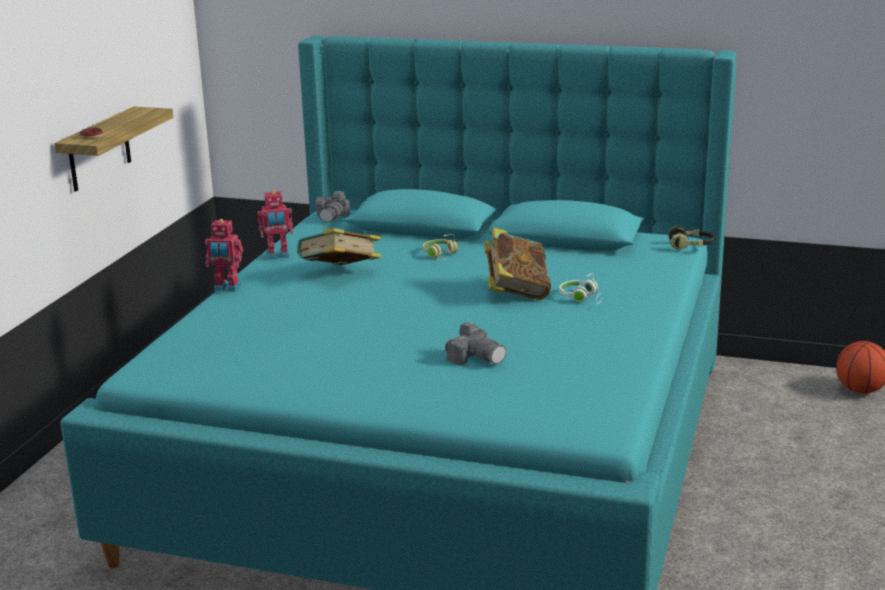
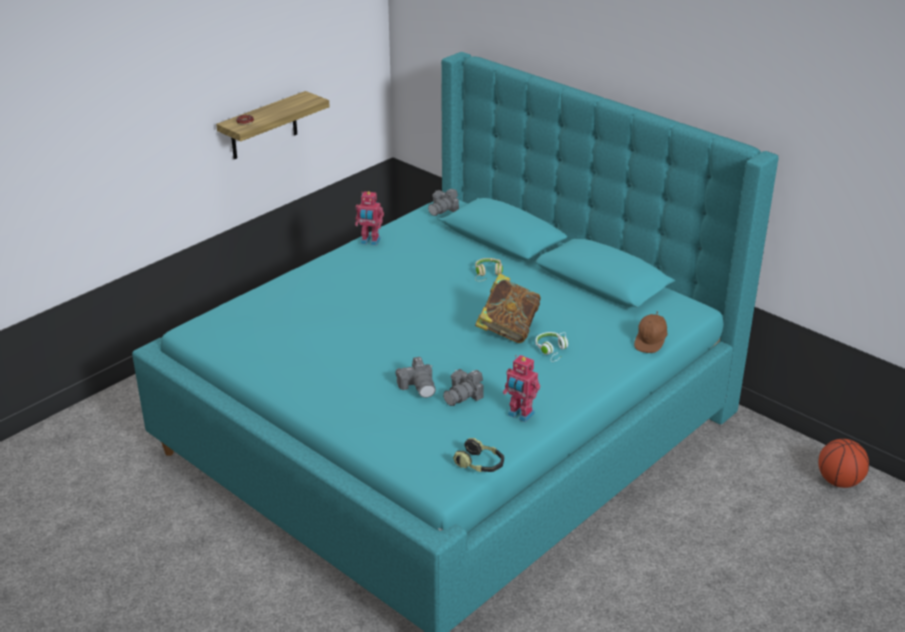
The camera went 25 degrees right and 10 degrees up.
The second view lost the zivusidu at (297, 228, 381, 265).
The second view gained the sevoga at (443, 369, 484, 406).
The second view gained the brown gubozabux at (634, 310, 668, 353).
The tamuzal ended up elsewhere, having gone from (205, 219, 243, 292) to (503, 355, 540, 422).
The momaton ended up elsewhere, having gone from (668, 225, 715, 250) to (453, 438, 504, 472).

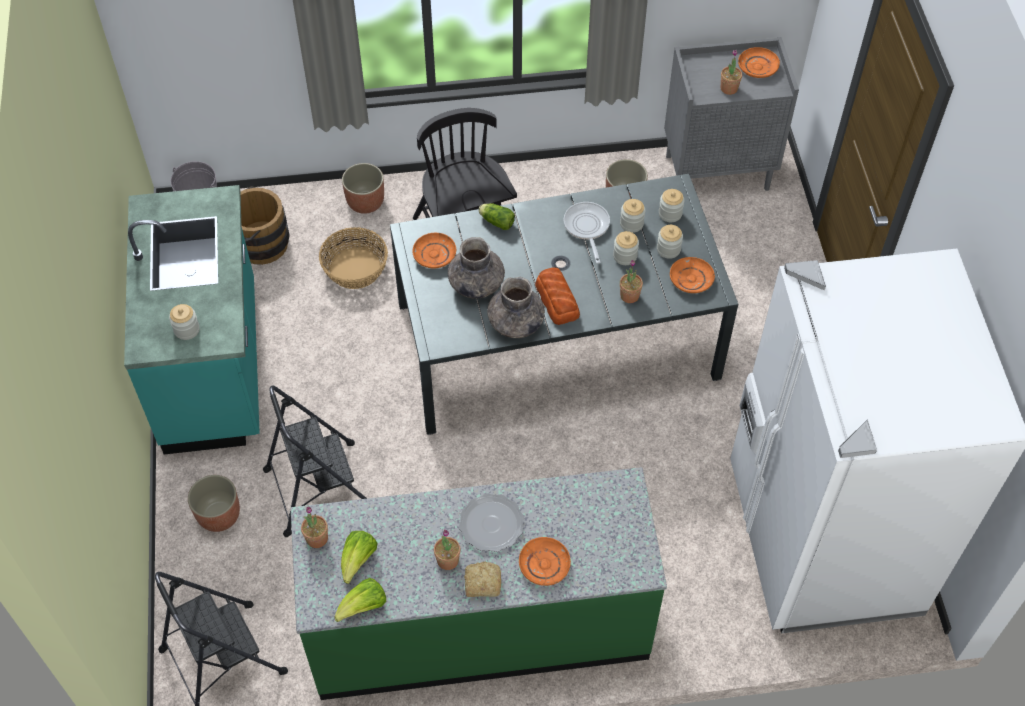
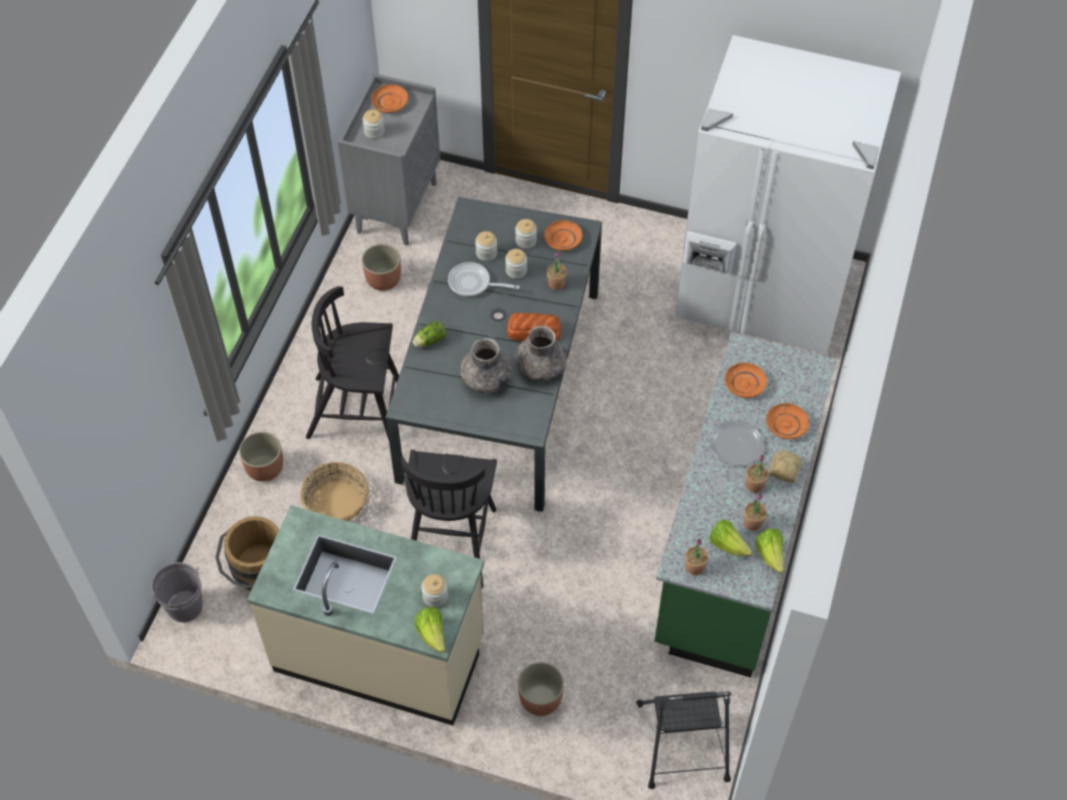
The camera went 65 degrees left and 0 degrees up.
The second view lost the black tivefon at (263, 385, 367, 537).
The second view gained the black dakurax at (401, 449, 497, 589).
The second view gained the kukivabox at (415, 607, 446, 653).
The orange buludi ended up elsewhere, having gone from (412, 233, 456, 268) to (725, 363, 767, 398).
The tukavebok ended up elsewhere, having gone from (659, 189, 685, 222) to (362, 110, 385, 139).
The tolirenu ended up elsewhere, having gone from (721, 50, 742, 95) to (744, 493, 767, 531).
What was the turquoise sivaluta at (124, 185, 260, 455) turned into the beige sivaluta at (247, 505, 484, 726).

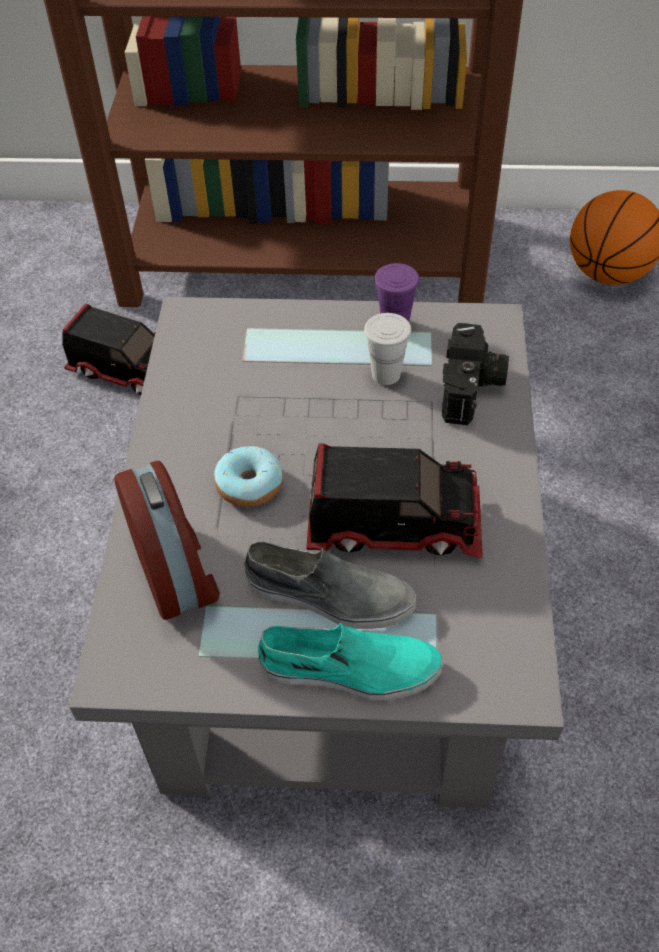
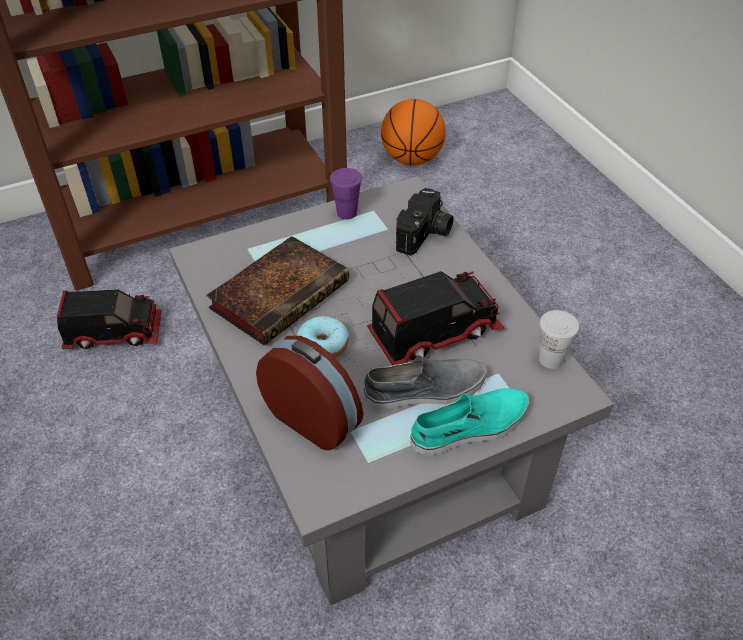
The camera went 30 degrees left and 5 degrees down.
The second view gained the zivusidu at (206, 236, 349, 346).
The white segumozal ended up elsewhere, having gone from (364, 313, 411, 385) to (539, 310, 579, 369).
The sevoga at (442, 323, 509, 425) ended up facing another way, 45 degrees clockwise from before.

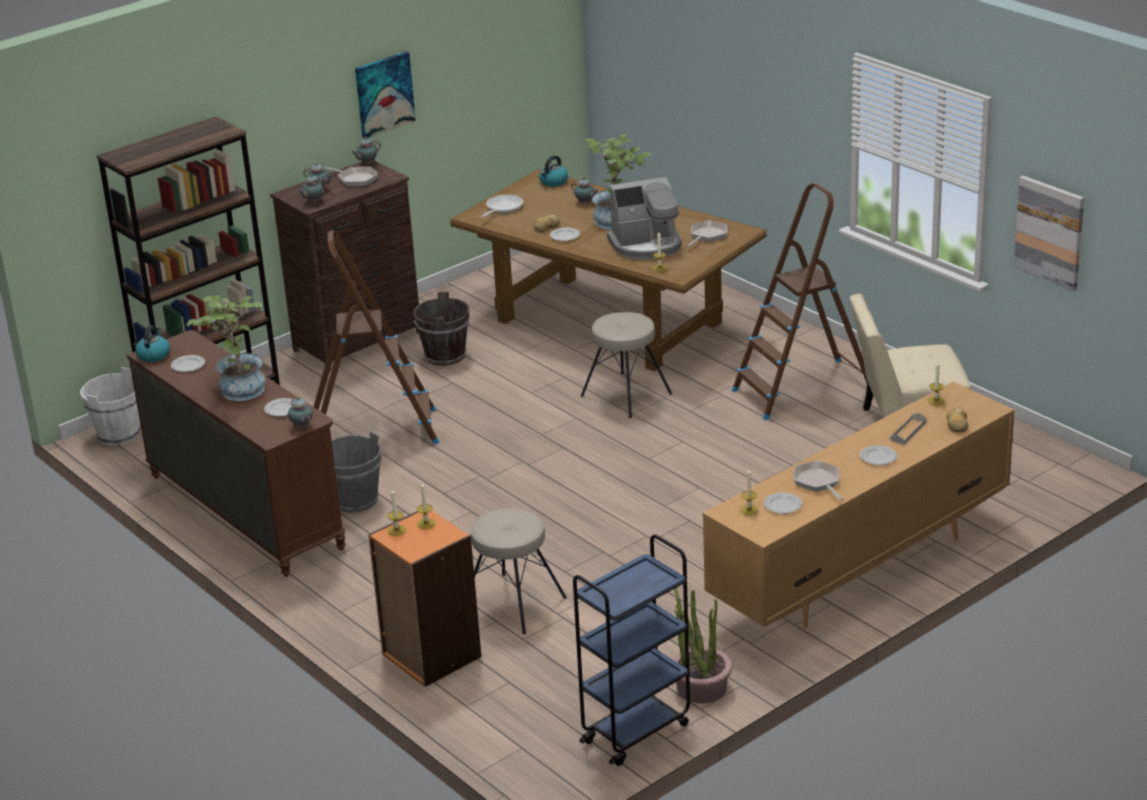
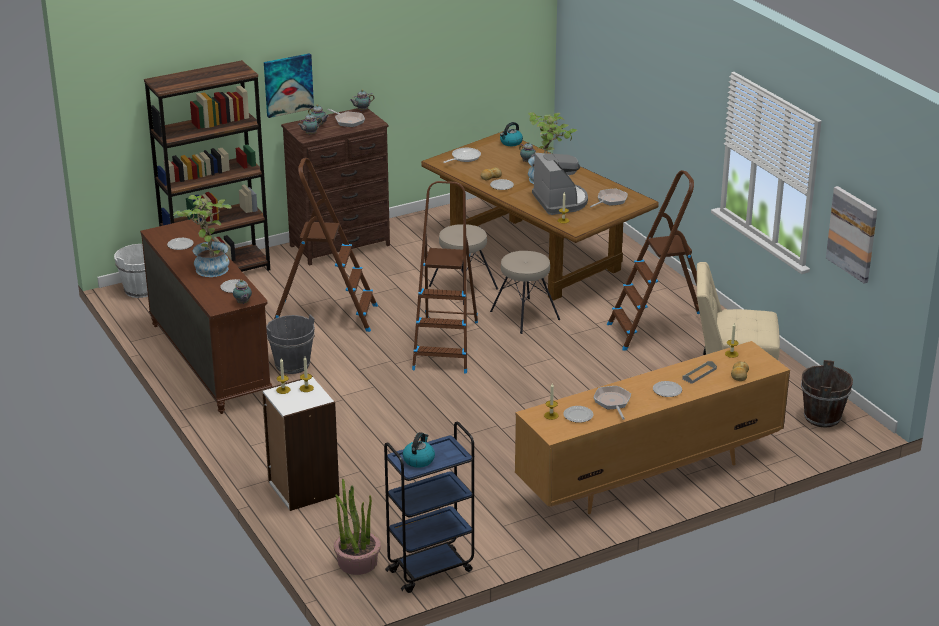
The camera went 10 degrees right and 0 degrees up.
The second view gained the brown tivefon at (412, 181, 478, 374).
The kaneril ended up elsewhere, having gone from (135, 325, 170, 362) to (403, 432, 435, 468).
The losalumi ended up elsewhere, having gone from (355, 51, 416, 138) to (264, 53, 314, 118).
The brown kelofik ended up elsewhere, having gone from (413, 292, 470, 366) to (801, 360, 853, 428).
The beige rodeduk ended up elsewhere, having gone from (471, 508, 567, 634) to (429, 224, 498, 305).
The tolirenu ended up elsewhere, having gone from (674, 588, 732, 703) to (334, 479, 381, 575).
What was the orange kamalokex at (368, 511, 481, 687) turned into the white kamalokex at (262, 376, 340, 511).
The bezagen at (607, 177, 682, 259) ended up facing another way, 105 degrees counterclockwise from before.

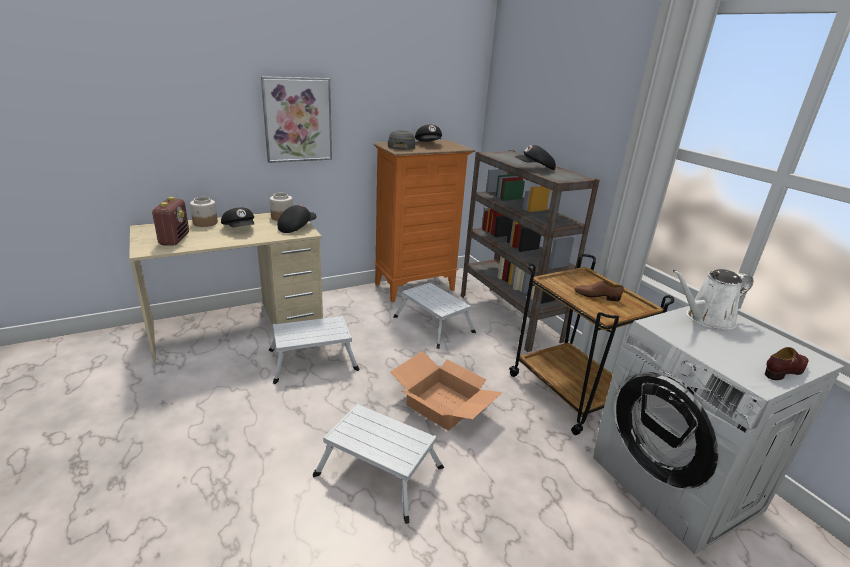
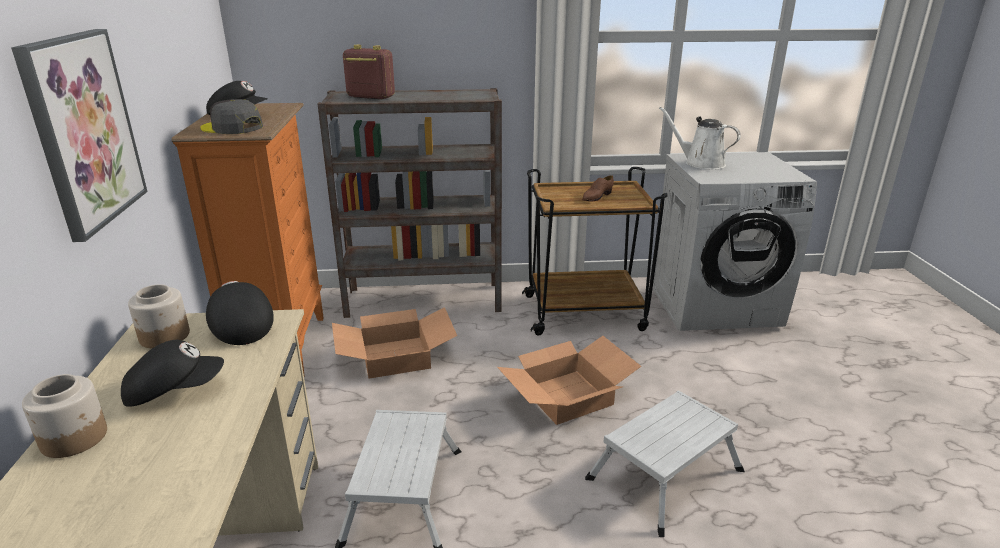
The camera went 65 degrees left and 0 degrees up.
The second view lost the black gubozabux at (515, 145, 556, 170).
The second view lost the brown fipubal at (765, 347, 808, 380).
The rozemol ended up elsewhere, having gone from (151, 197, 189, 246) to (343, 45, 395, 99).
Where the white tivefon stood at (393, 282, 476, 349), the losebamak came to stand at (332, 307, 457, 379).
The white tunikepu at (672, 269, 753, 330) ended up facing another way, 120 degrees clockwise from before.

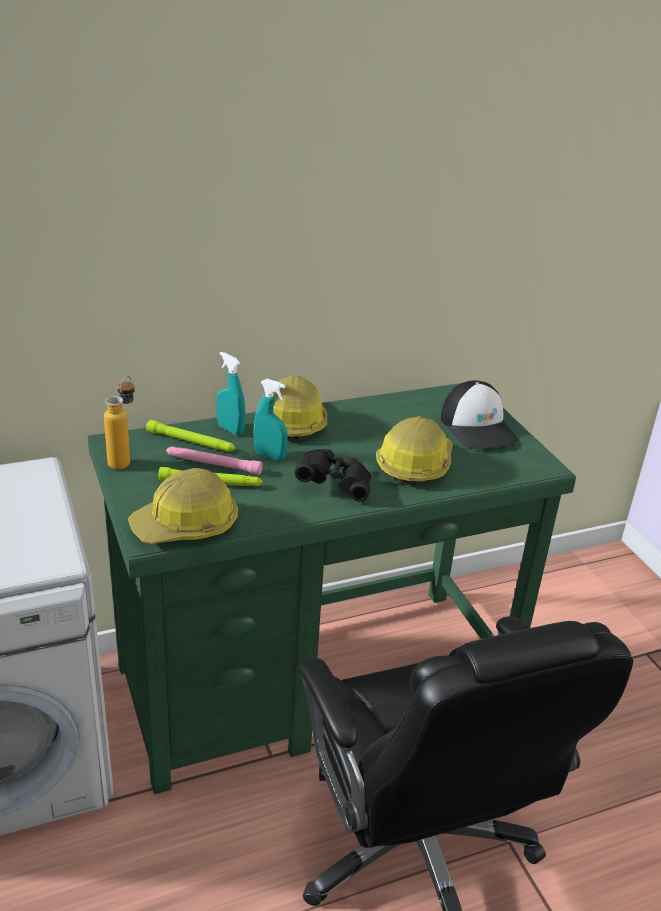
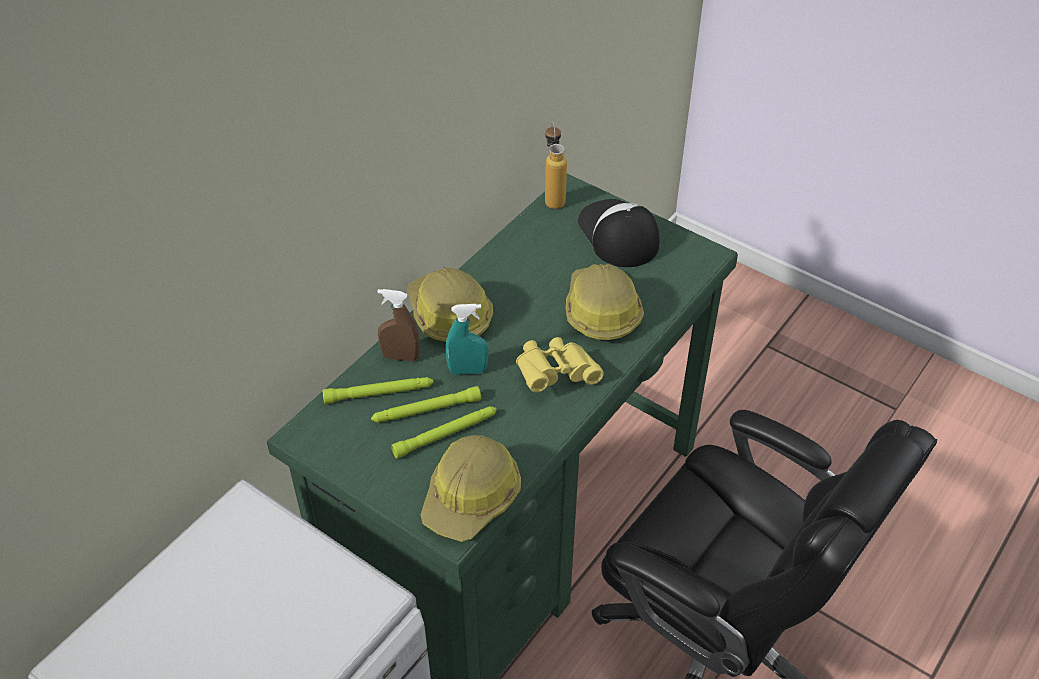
The camera went 30 degrees left and 15 degrees up.
The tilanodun ended up elsewhere, having gone from (104, 376, 135, 470) to (545, 122, 567, 209).
What was the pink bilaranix at (166, 447, 263, 475) turned into the green bilaranix at (371, 386, 481, 423).
What was the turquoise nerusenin at (216, 352, 245, 435) turned into the brown nerusenin at (377, 289, 420, 362).
What was the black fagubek at (294, 449, 371, 502) turned into the yellow fagubek at (516, 337, 604, 392).
The gubozabux at (441, 380, 519, 449) ended up facing another way, 150 degrees counterclockwise from before.

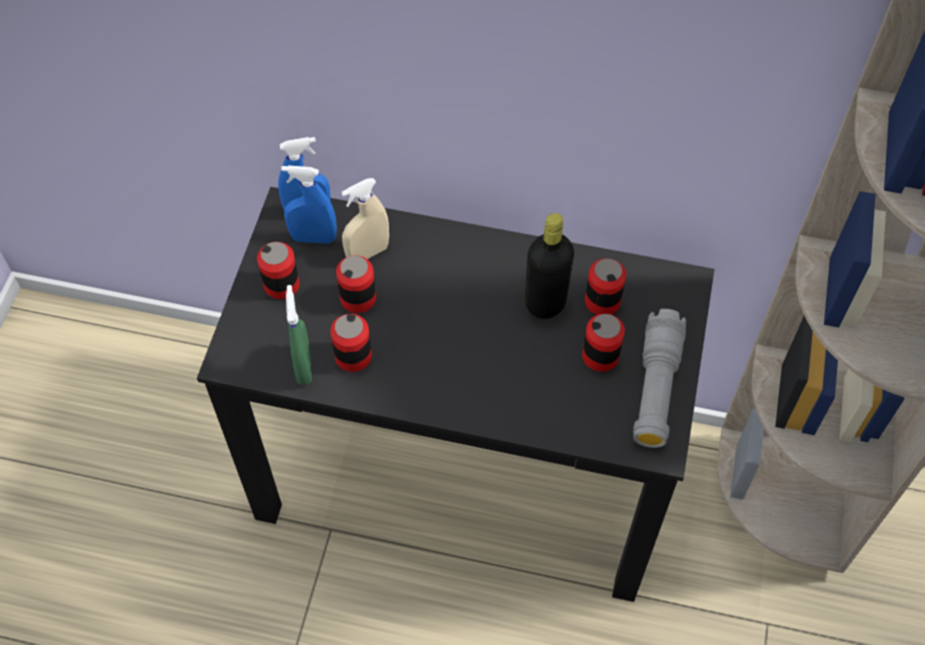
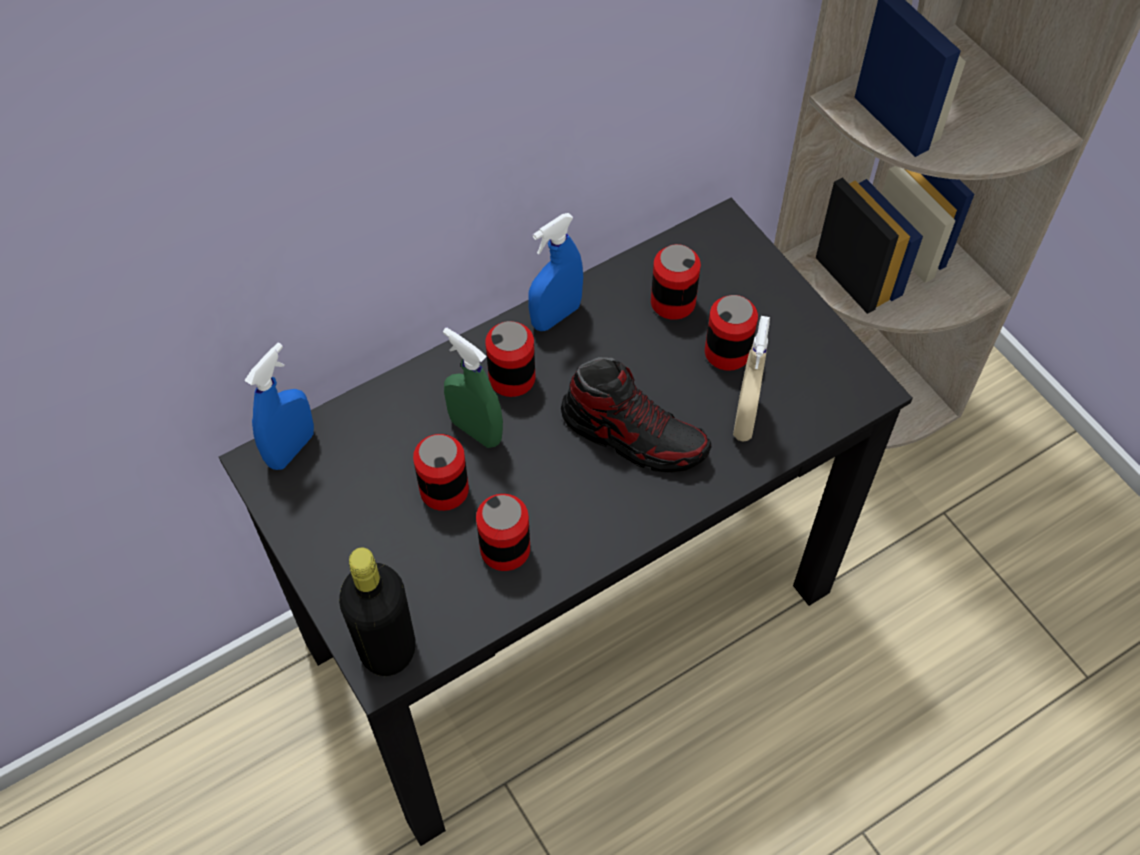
The camera went 45 degrees left and 0 degrees up.
The second view lost the grey bilaranix at (633, 309, 686, 448).
The second view gained the fipubal at (561, 357, 711, 473).
The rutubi ended up elsewhere, having gone from (257, 242, 300, 299) to (485, 321, 535, 397).
The blue nerusenin ended up elsewhere, having gone from (281, 166, 337, 244) to (528, 213, 583, 331).
The green nerusenin ended up elsewhere, having gone from (286, 285, 312, 385) to (443, 328, 503, 448).
The beige nerusenin ended up elsewhere, having gone from (342, 178, 389, 259) to (733, 316, 770, 441).
The black tilanodun ended up elsewhere, having gone from (525, 213, 574, 319) to (339, 548, 416, 676).

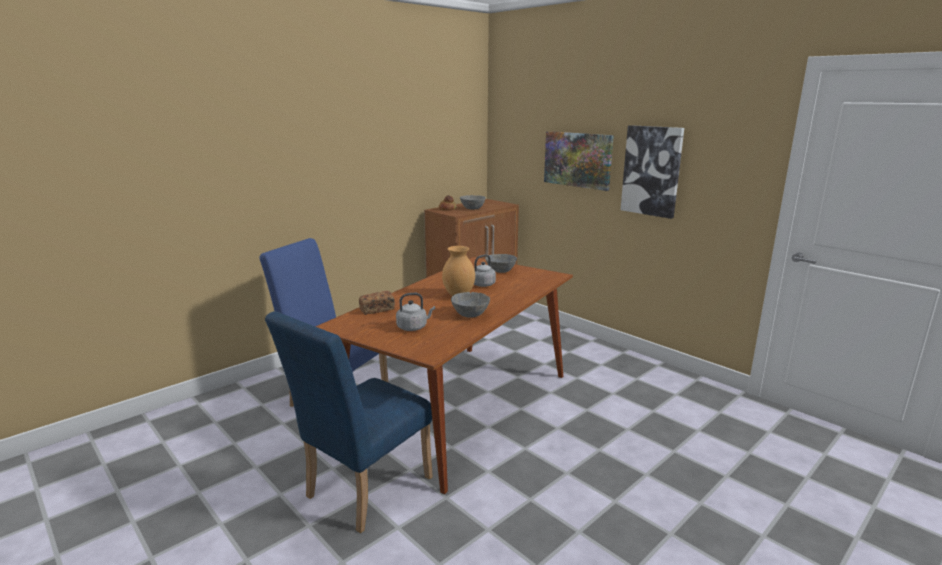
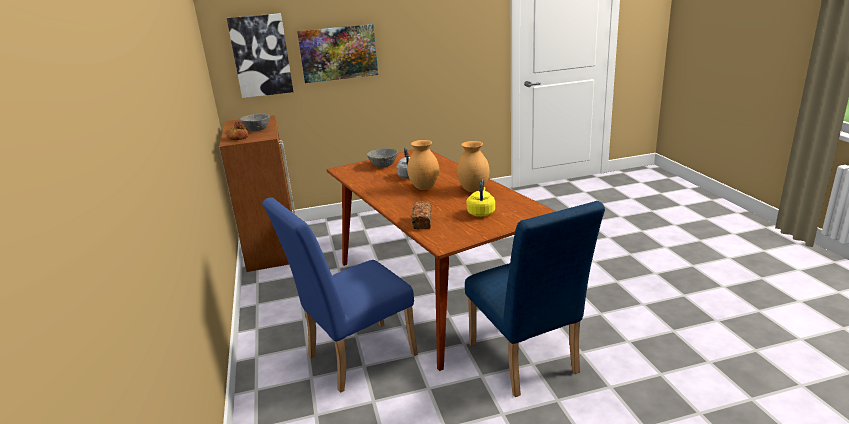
The camera went 60 degrees left and 5 degrees up.
The losalumi ended up elsewhere, having gone from (620, 125, 684, 219) to (227, 13, 293, 98).
Where the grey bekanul stood at (451, 292, 490, 318), the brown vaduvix came to stand at (457, 141, 489, 192).
What was the grey kaneril at (396, 293, 435, 331) turned into the yellow kaneril at (467, 179, 495, 217).

